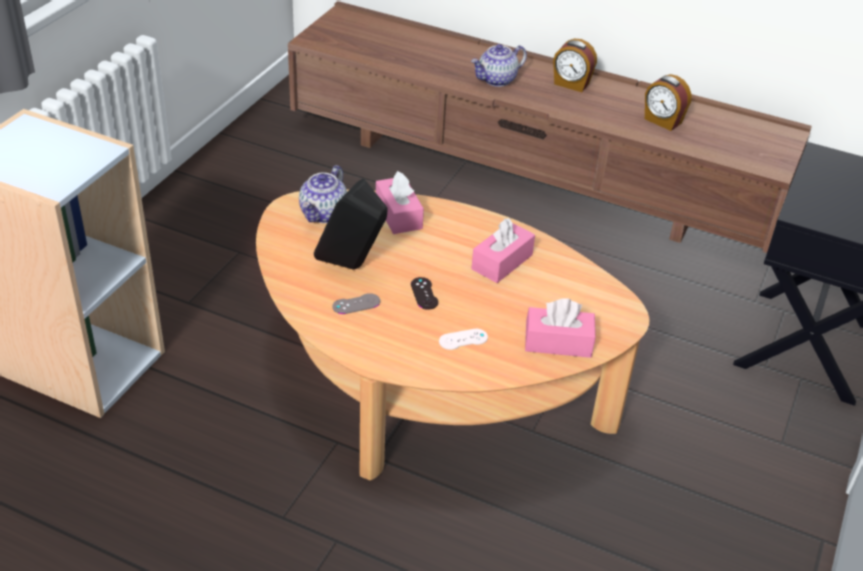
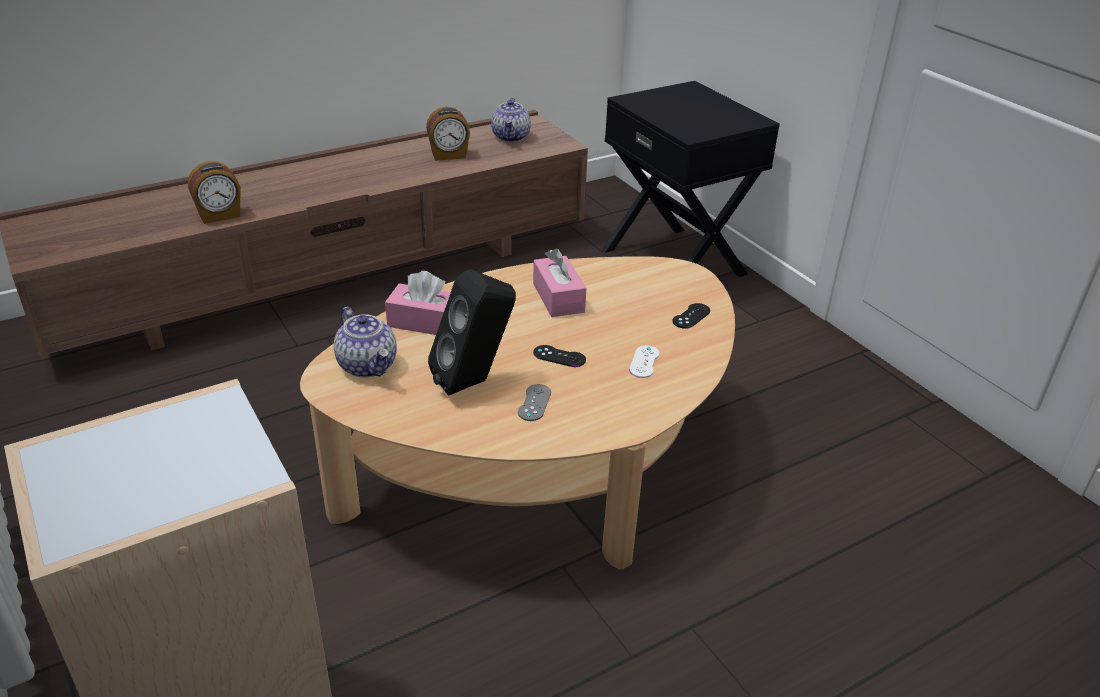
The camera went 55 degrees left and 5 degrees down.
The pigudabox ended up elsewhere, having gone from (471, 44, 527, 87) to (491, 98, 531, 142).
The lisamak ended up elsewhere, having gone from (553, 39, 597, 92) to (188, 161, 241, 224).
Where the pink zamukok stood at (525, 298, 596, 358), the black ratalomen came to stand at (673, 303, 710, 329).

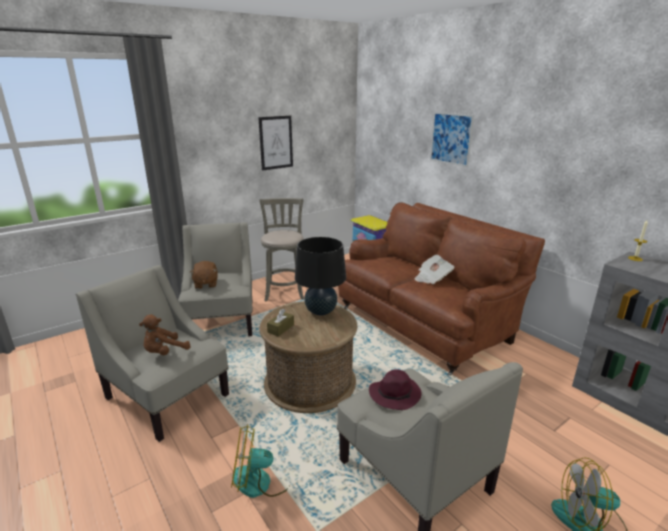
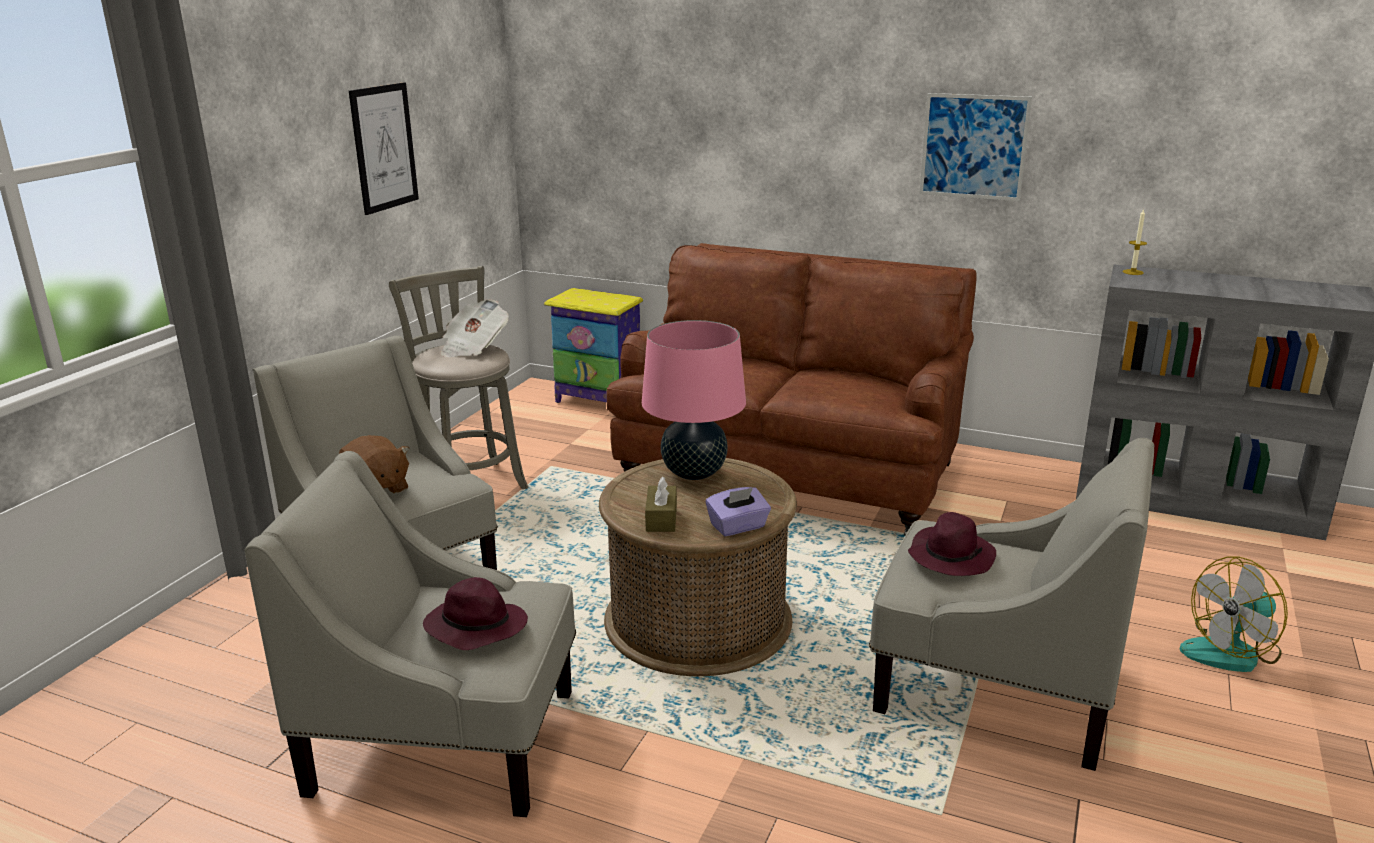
The camera went 30 degrees left and 0 degrees up.
The second view lost the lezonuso at (231, 425, 291, 498).
The second view gained the purple zamukok at (706, 487, 771, 536).
The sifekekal ended up elsewhere, having gone from (415, 255, 455, 284) to (440, 299, 509, 357).
The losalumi ended up elsewhere, having gone from (430, 112, 474, 167) to (919, 93, 1032, 201).
Where the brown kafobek stood at (139, 315, 190, 355), the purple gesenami came to stand at (423, 577, 528, 650).
What was the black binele at (295, 237, 346, 315) turned into the pink binele at (642, 320, 746, 480).

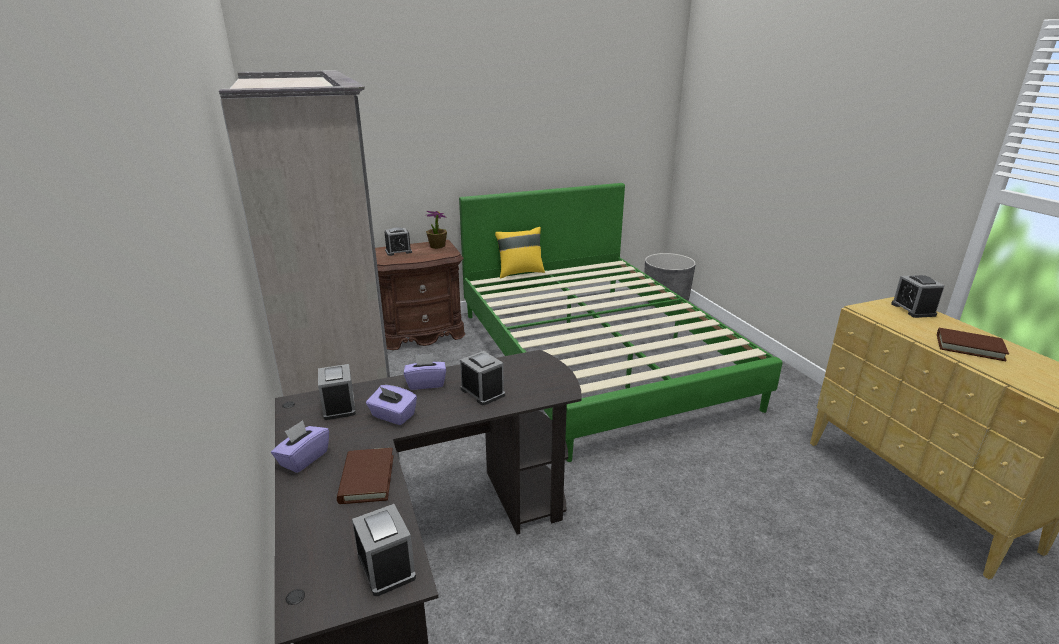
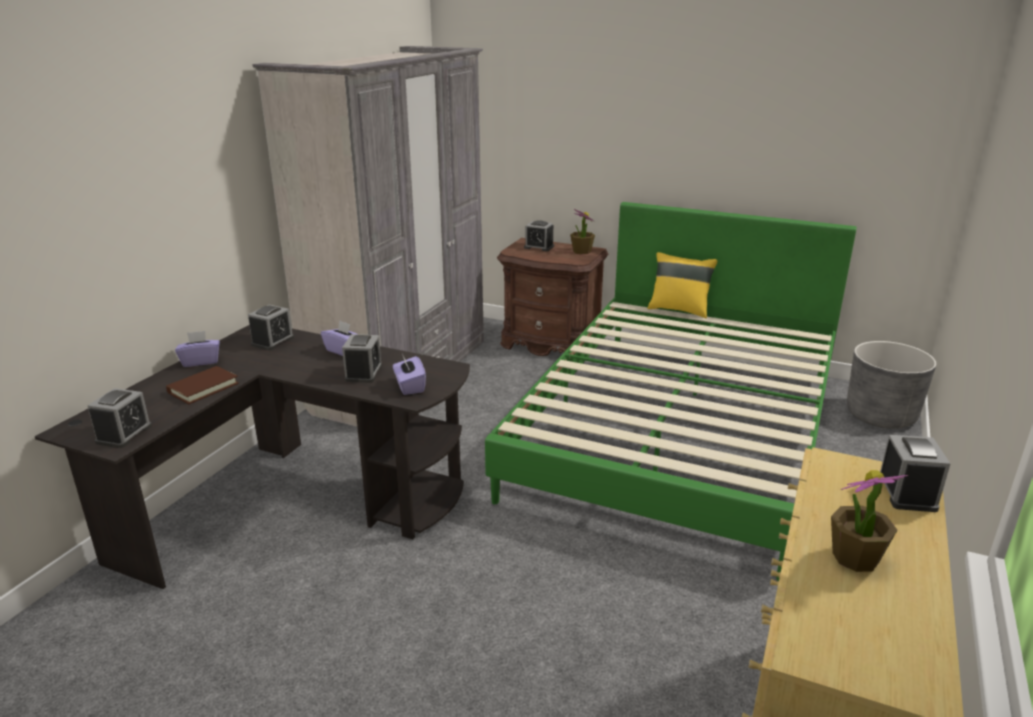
The camera went 45 degrees right and 0 degrees up.
The purple zamukok ended up elsewhere, having gone from (366, 385, 417, 425) to (393, 356, 426, 395).
Where the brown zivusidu stood at (937, 328, 1009, 361), the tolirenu came to stand at (831, 470, 908, 572).
The lisamak at (891, 275, 945, 318) ended up facing another way, 150 degrees clockwise from before.

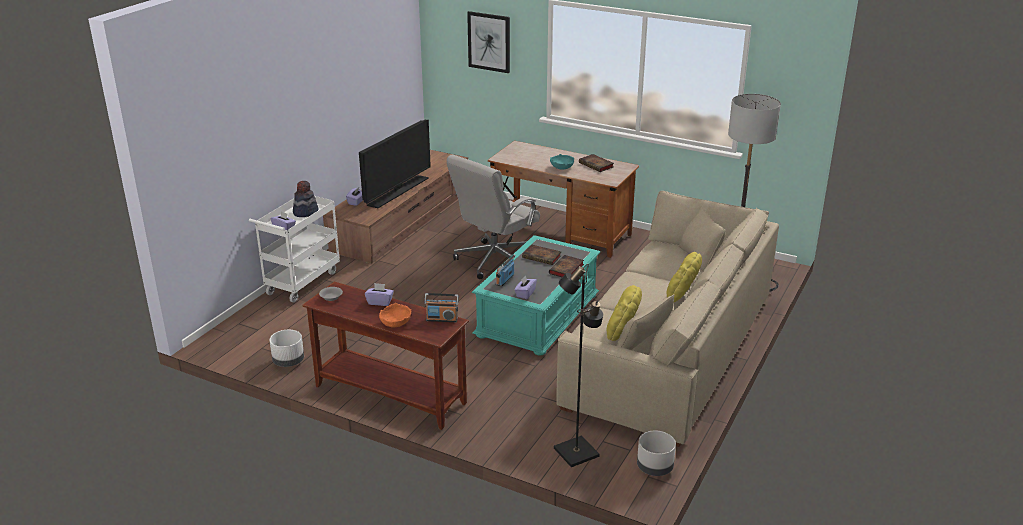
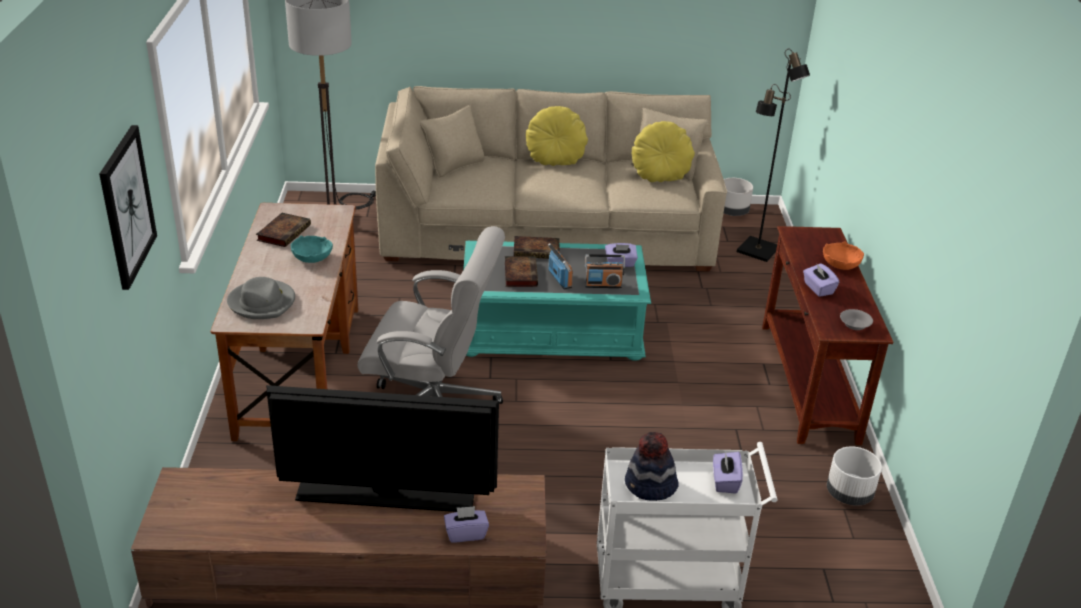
The camera went 120 degrees left and 5 degrees up.
The second view gained the grey gesenami at (227, 277, 295, 319).
The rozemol ended up elsewhere, having gone from (424, 293, 458, 322) to (548, 243, 573, 289).

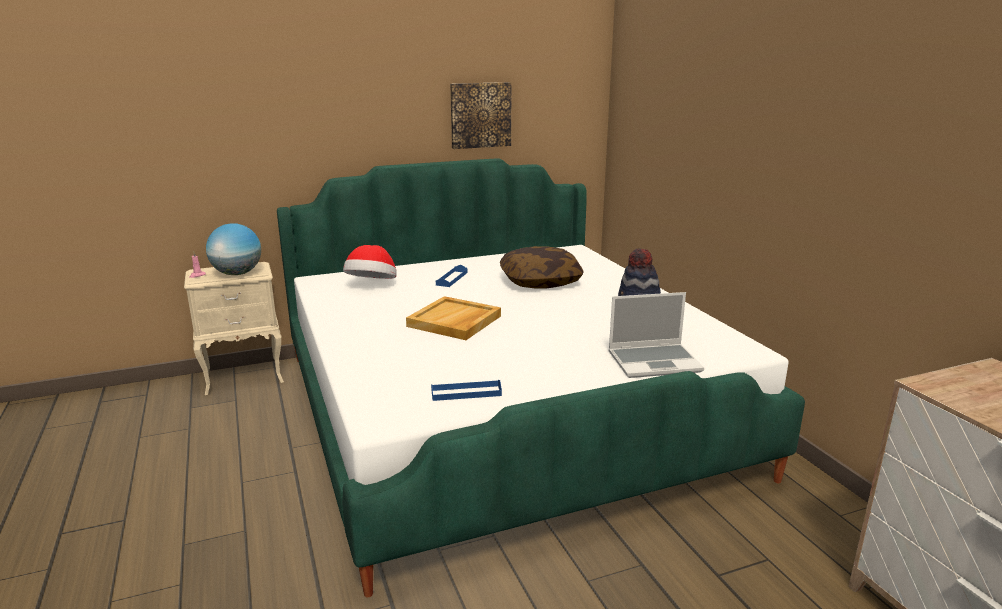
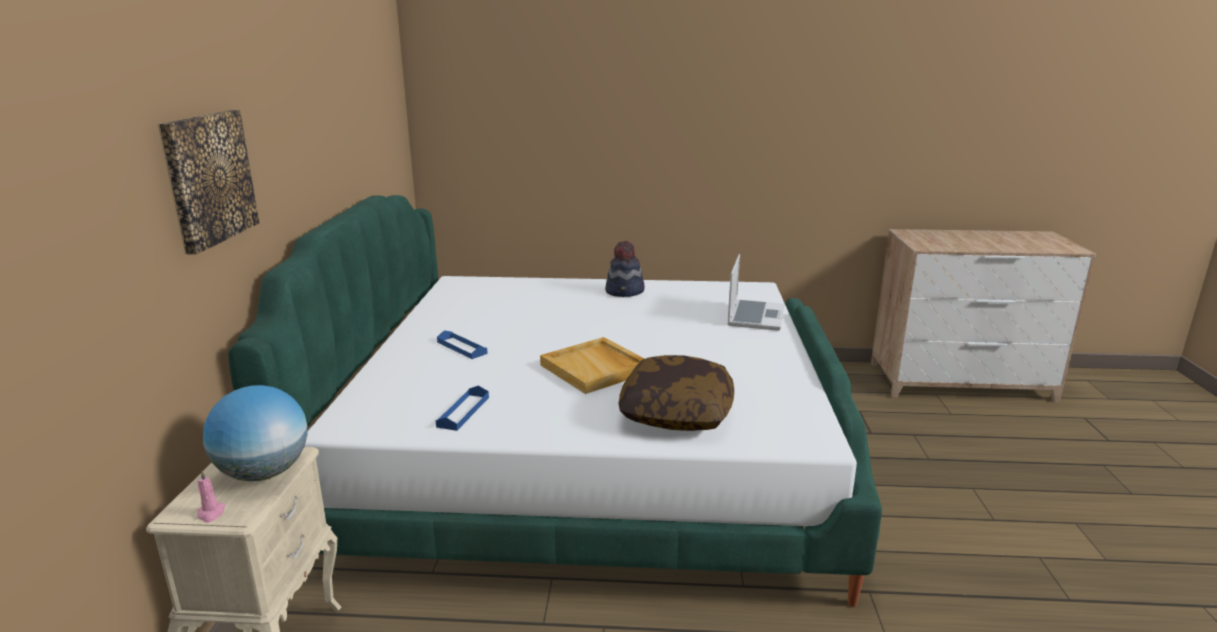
The camera went 65 degrees left and 0 degrees up.
The second view lost the gesenami at (343, 245, 397, 279).
The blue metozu ended up elsewhere, having gone from (431, 380, 502, 401) to (436, 385, 489, 431).
The losalumi ended up elsewhere, having gone from (450, 82, 512, 149) to (158, 110, 259, 254).
The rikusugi ended up elsewhere, having gone from (500, 246, 584, 288) to (619, 355, 734, 431).

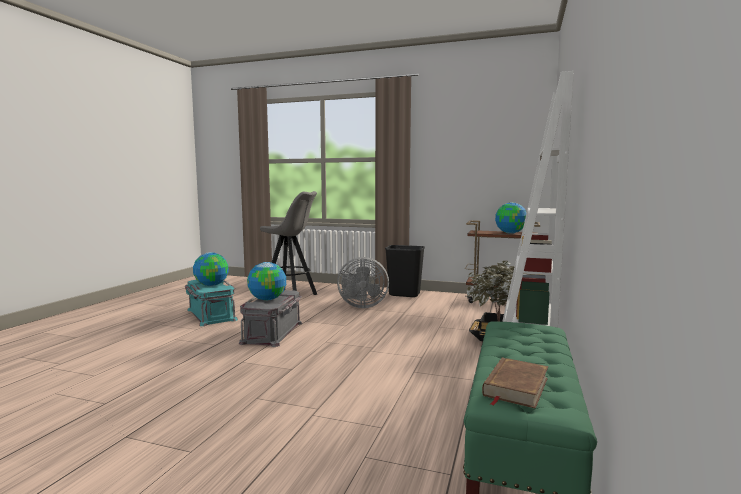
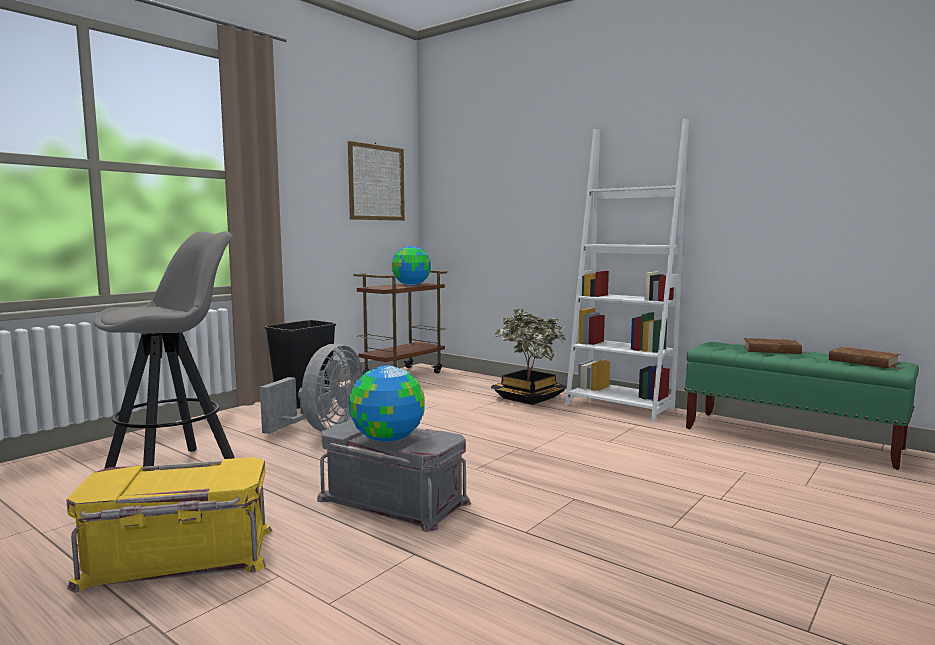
The camera went 70 degrees left and 0 degrees up.
The second view lost the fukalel at (193, 252, 229, 286).
The second view gained the losalumi at (348, 141, 405, 221).
The second view gained the brown zivusidu at (743, 338, 809, 354).
What was the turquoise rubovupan at (185, 280, 238, 326) turned into the yellow rubovupan at (66, 457, 272, 593).

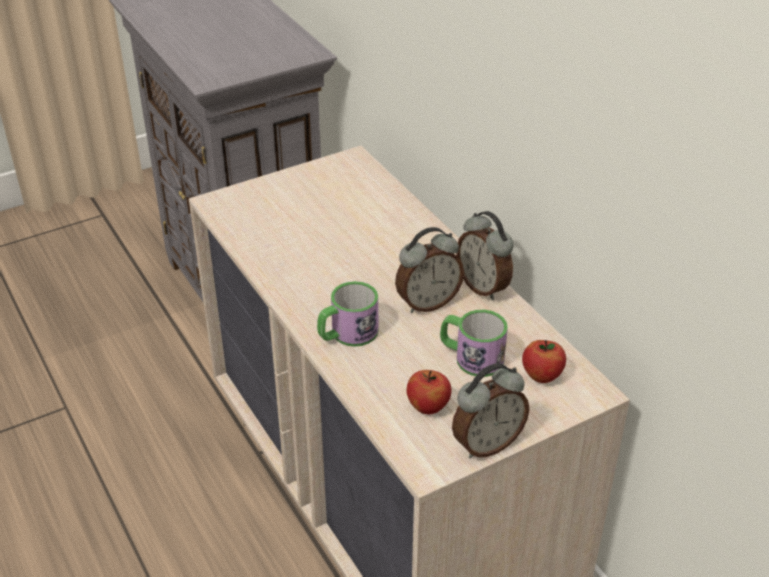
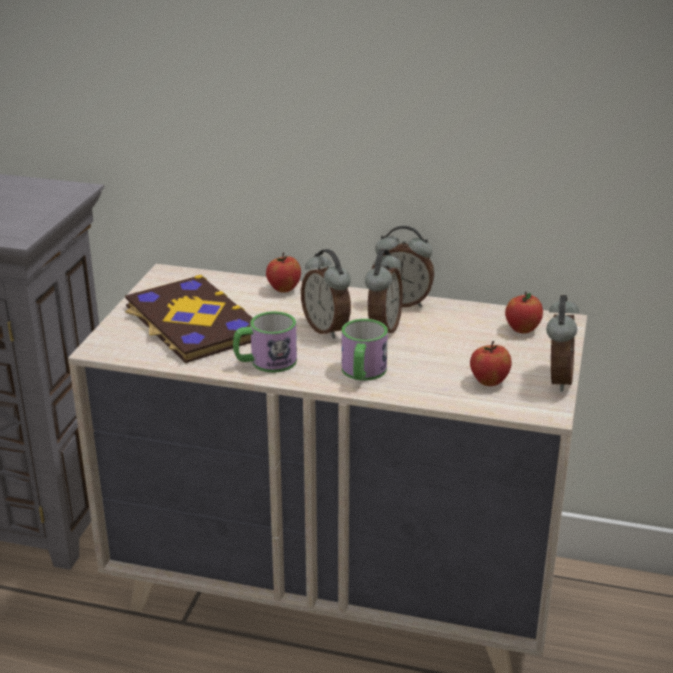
The camera went 45 degrees left and 10 degrees down.
The second view gained the zivusidu at (125, 274, 252, 363).
The second view gained the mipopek at (266, 252, 301, 293).
The second view gained the lisamak at (301, 249, 351, 339).
The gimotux ended up elsewhere, having gone from (440, 310, 508, 377) to (233, 311, 297, 373).

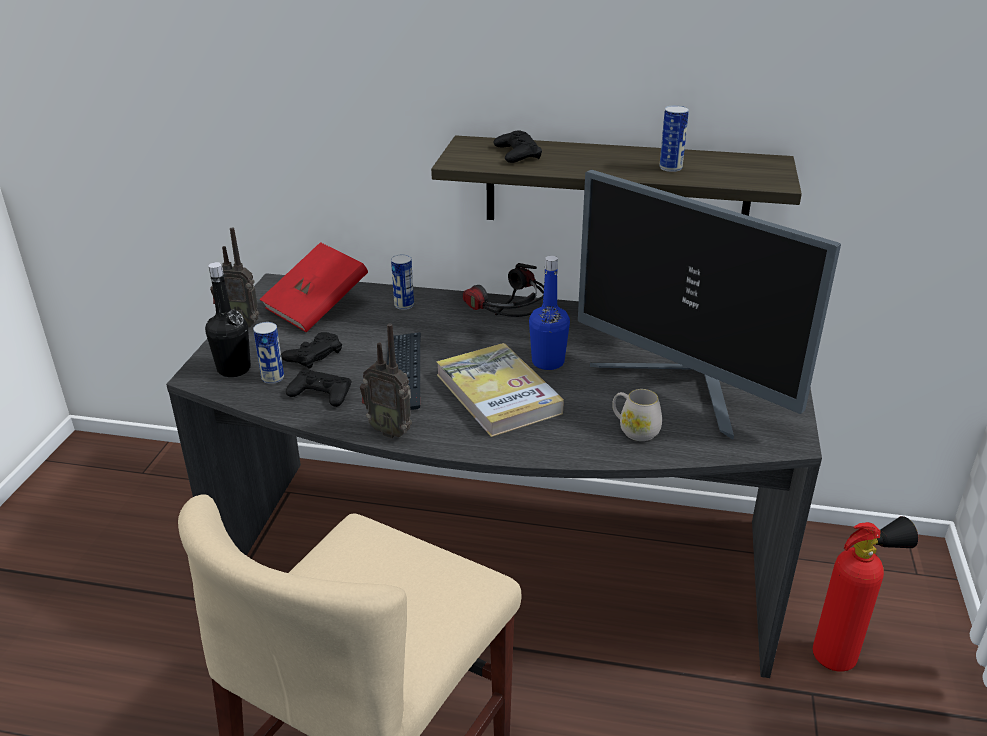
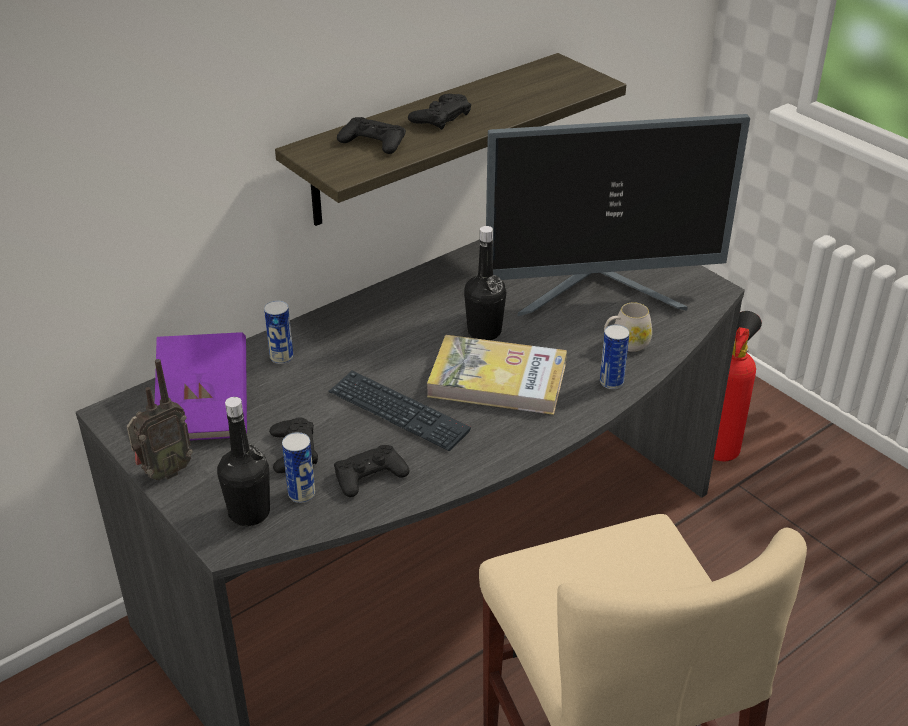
The camera went 50 degrees left and 5 degrees up.
The second view lost the rozemol at (360, 324, 412, 438).
The second view lost the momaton at (463, 263, 544, 317).
The second view gained the black ratalomen at (408, 94, 471, 130).
The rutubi ended up elsewhere, having gone from (659, 105, 689, 172) to (600, 324, 629, 389).
What was the red zivusidu at (259, 242, 368, 332) turned into the purple zivusidu at (155, 332, 247, 441).
What was the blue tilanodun at (529, 256, 570, 370) turned into the black tilanodun at (464, 226, 506, 340).

